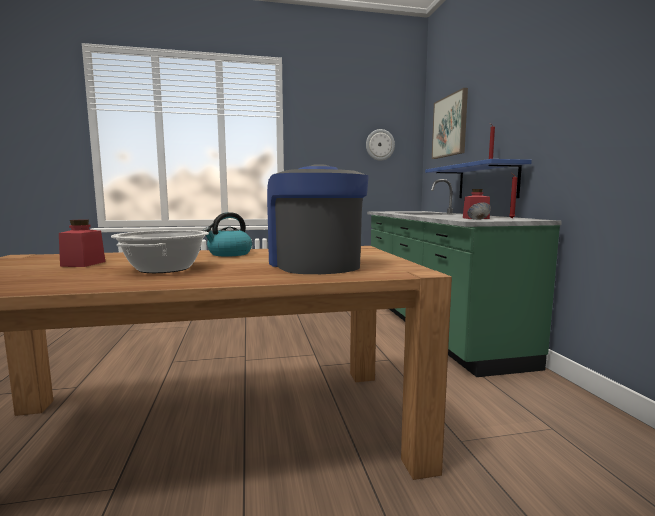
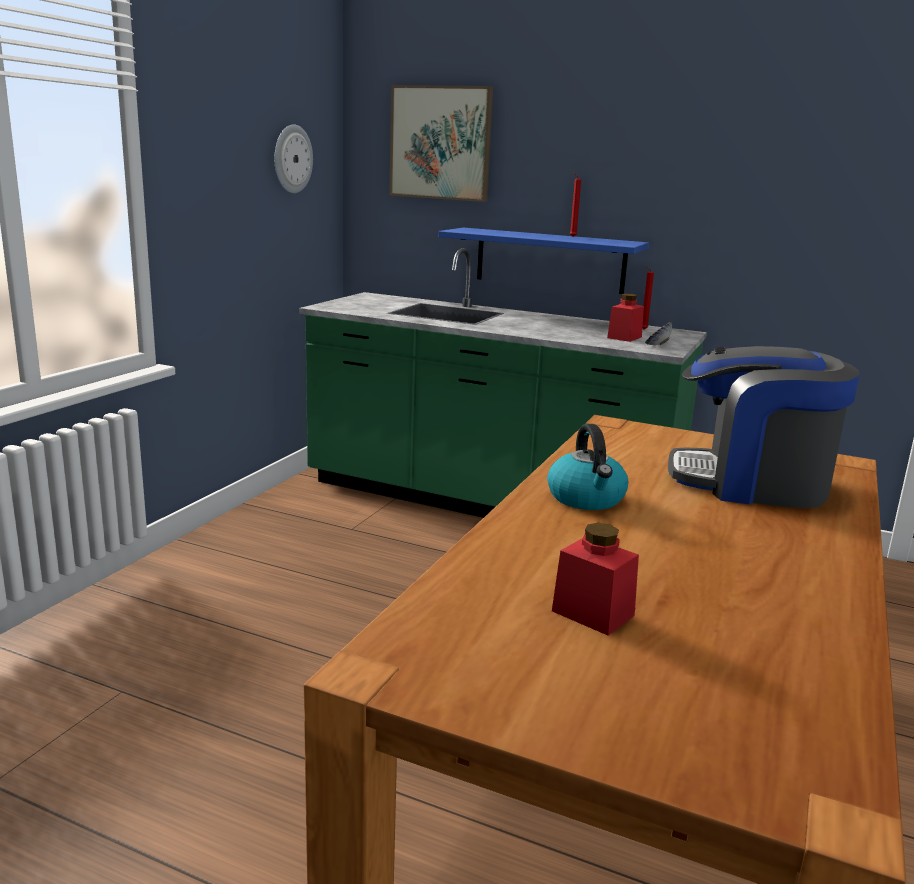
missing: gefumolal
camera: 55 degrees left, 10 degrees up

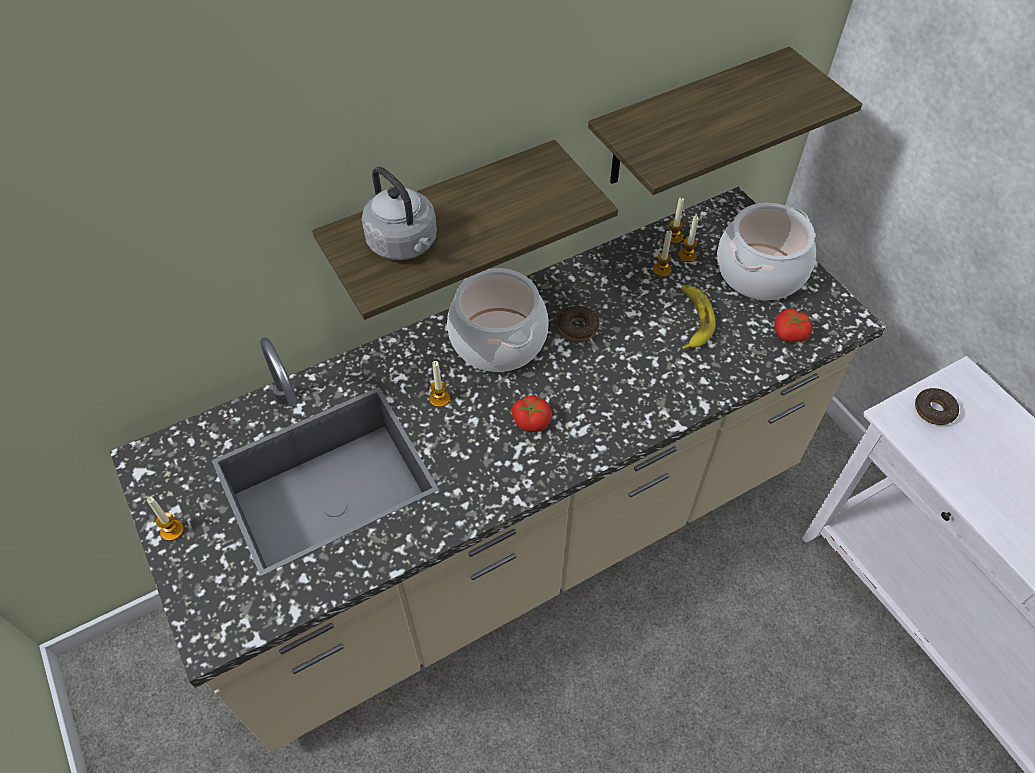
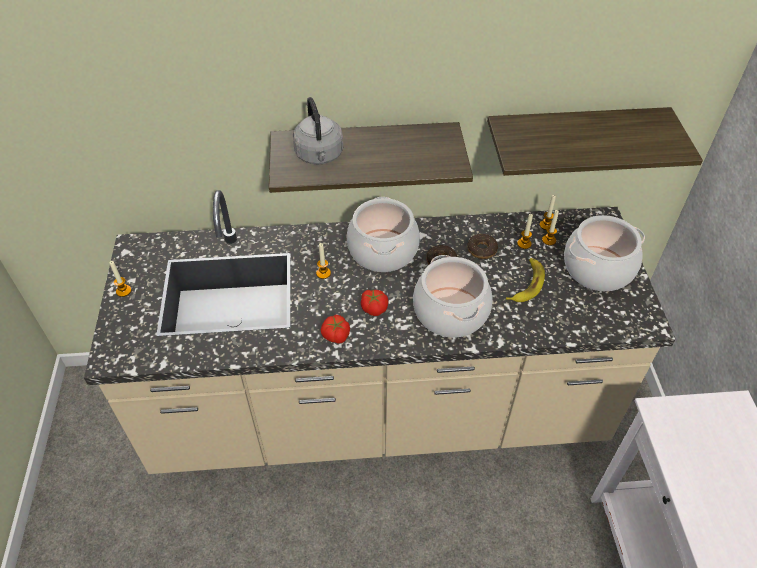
appeared: gefumolal (no. 2 from left)
relocated: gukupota (no. 2 from left in the first image) to gukupota (no. 1 from left); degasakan (no. 2 from left)
camera: 25 degrees right, 5 degrees down

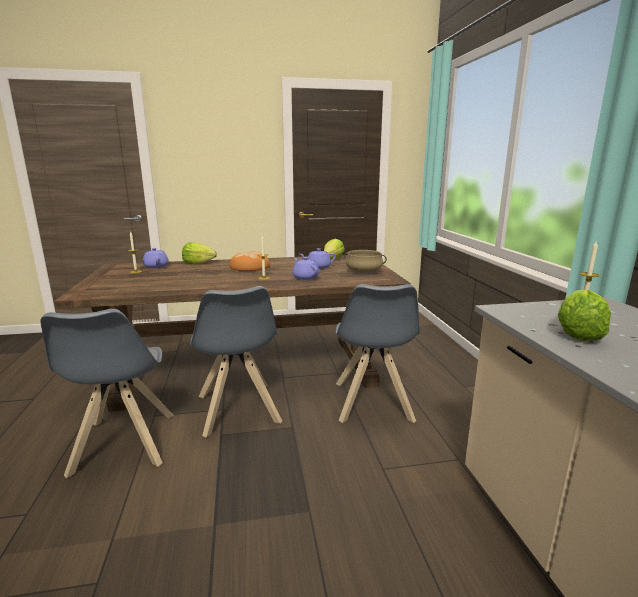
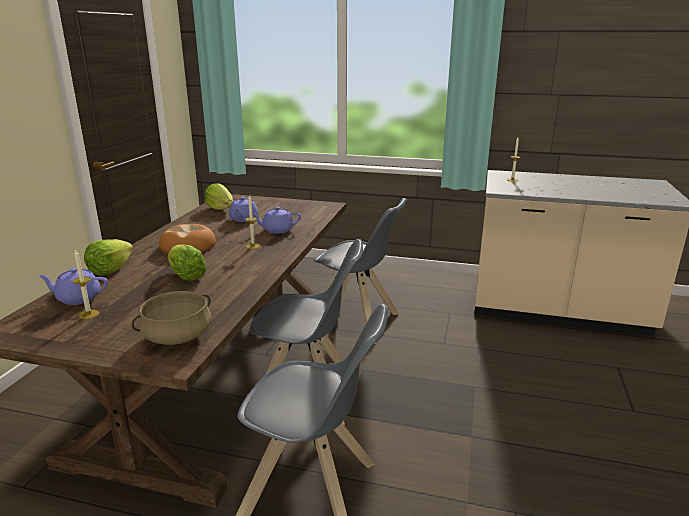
relocated: gefumolal (beige); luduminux (no. 3 from left in the first image) to luduminux (no. 2 from left)
camera: 65 degrees left, 5 degrees up

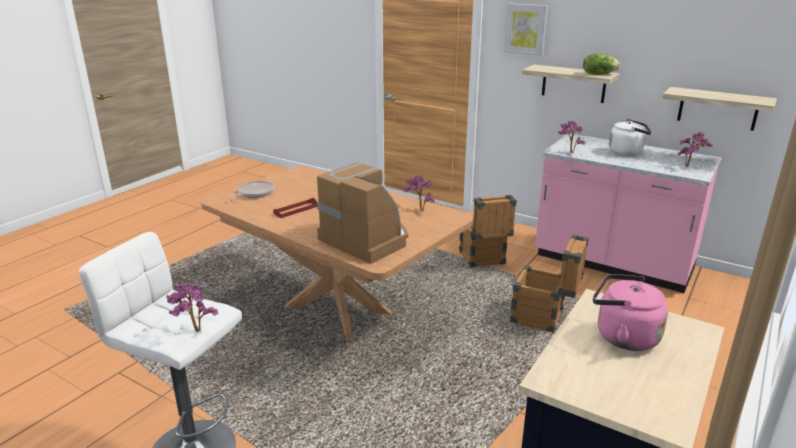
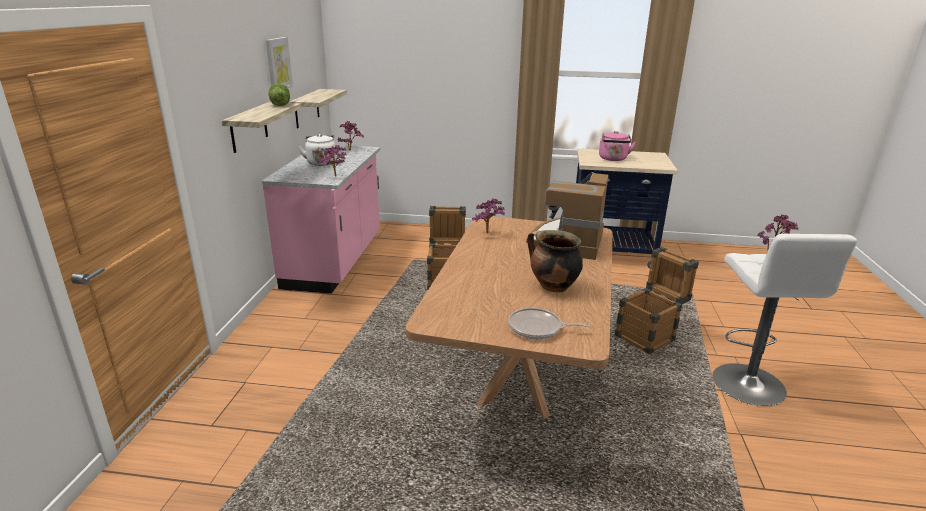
relocated: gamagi; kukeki (no. 1 from left in the first image) to kukeki (no. 2 from left)
exchanged: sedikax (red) to gefumolal
camera: 115 degrees left, 0 degrees up

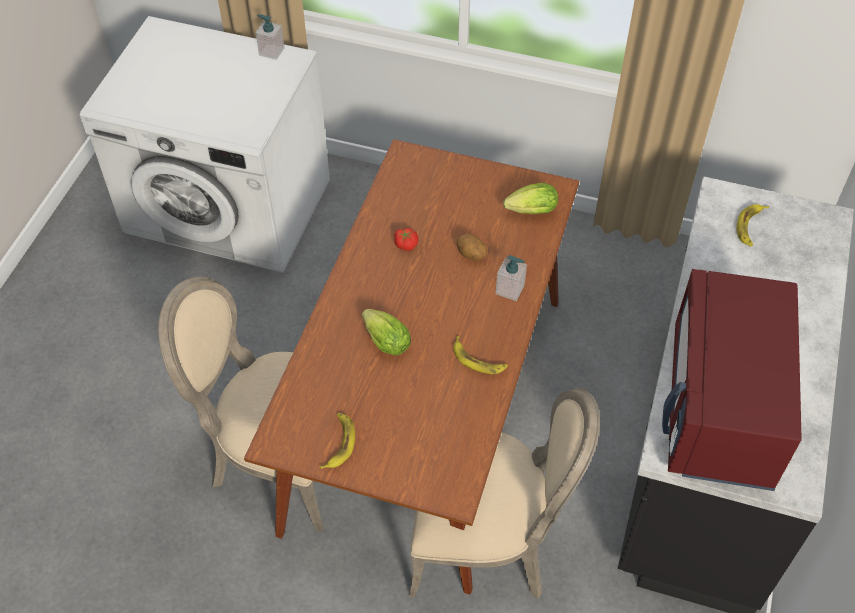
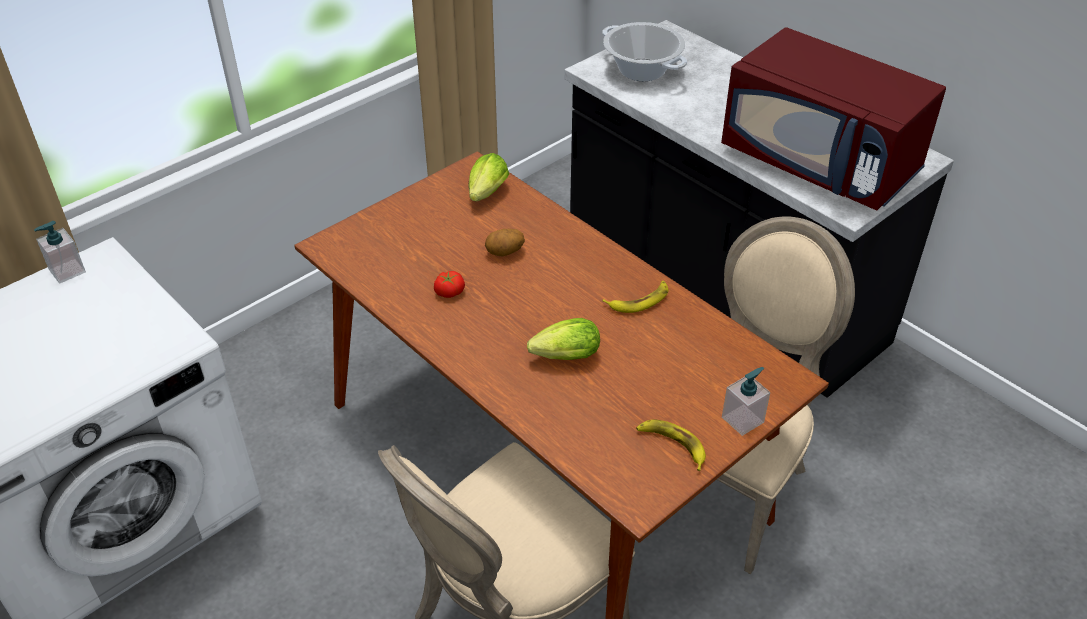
relocated: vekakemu (no. 2 from left)
exchanged: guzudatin (no. 3 from left) to gefumolal
camera: 60 degrees left, 10 degrees down

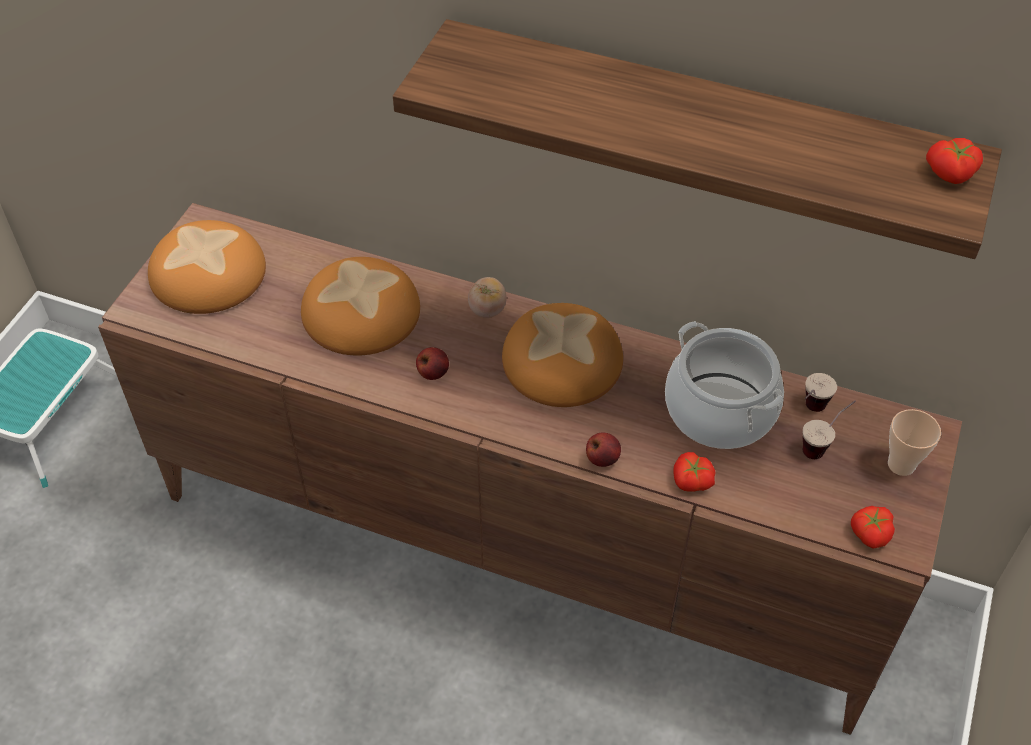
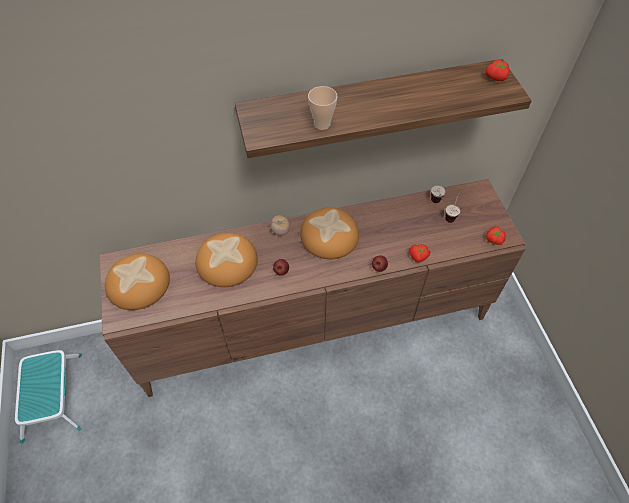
missing: gefumolal
relocated: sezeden (no. 3 from left in the first image) to sezeden (no. 1 from left)
camera: 35 degrees left, 5 degrees up

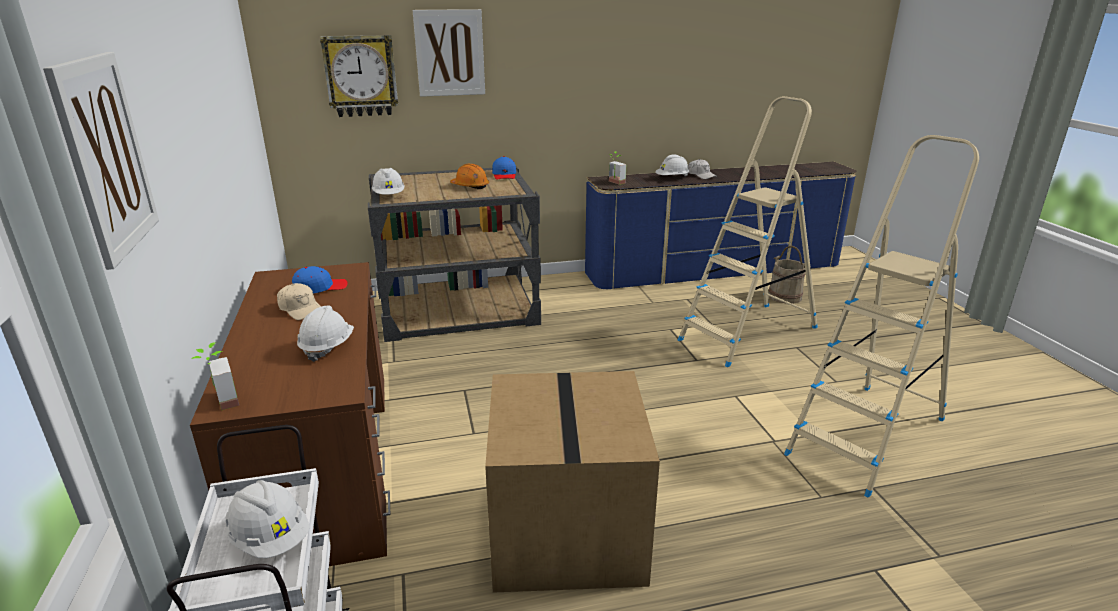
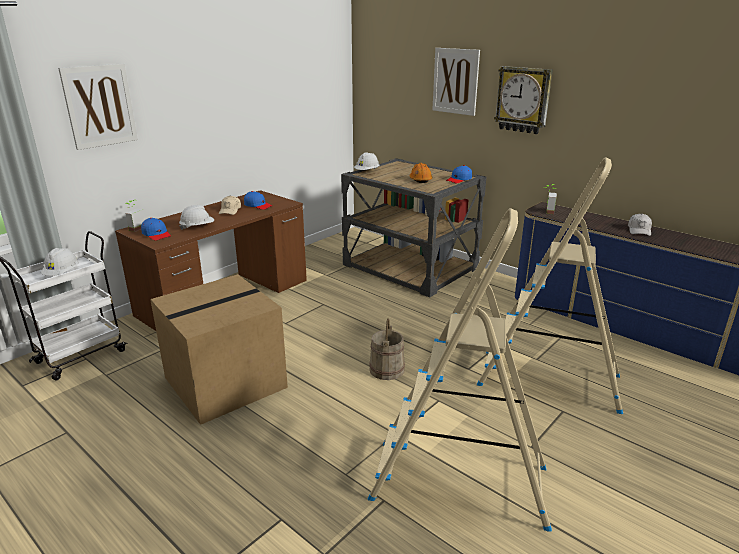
missing: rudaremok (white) (no. 4 from left)
appeared: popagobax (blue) (no. 1 from left)
relocated: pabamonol; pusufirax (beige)
camera: 55 degrees right, 0 degrees up

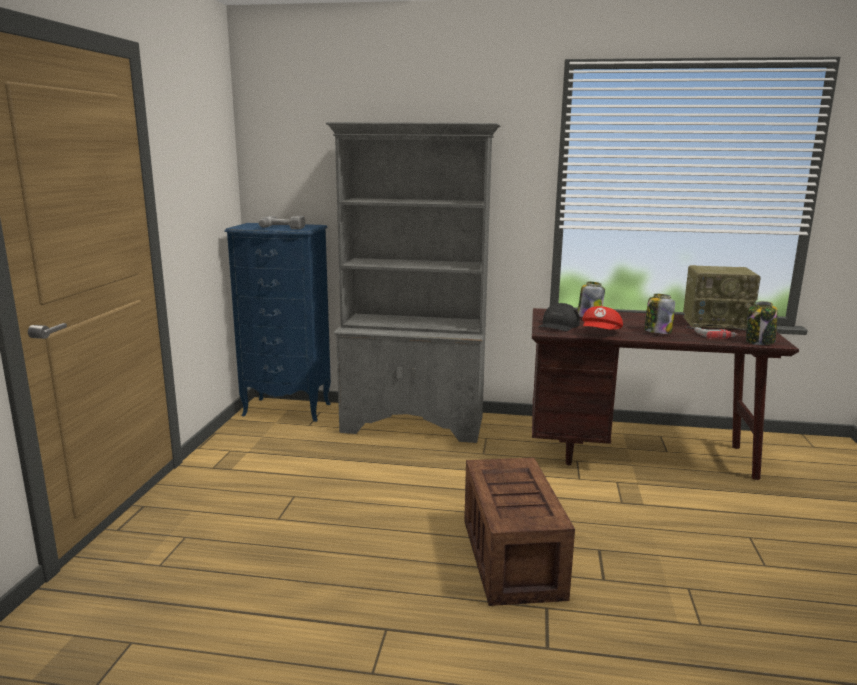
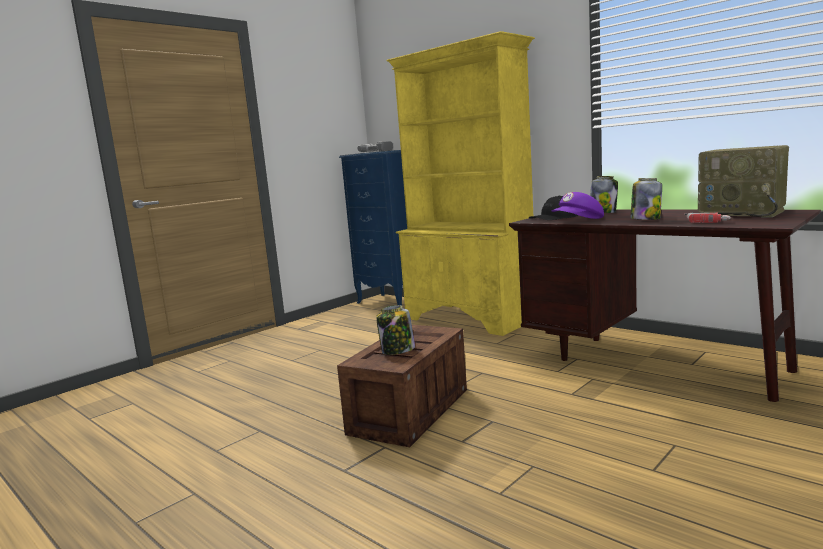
relocated: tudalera (no. 3 from left in the first image) to tudalera (no. 1 from left)
colour: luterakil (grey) to luterakil (yellow); popagobax (red) to popagobax (purple)
camera: 35 degrees right, 5 degrees down

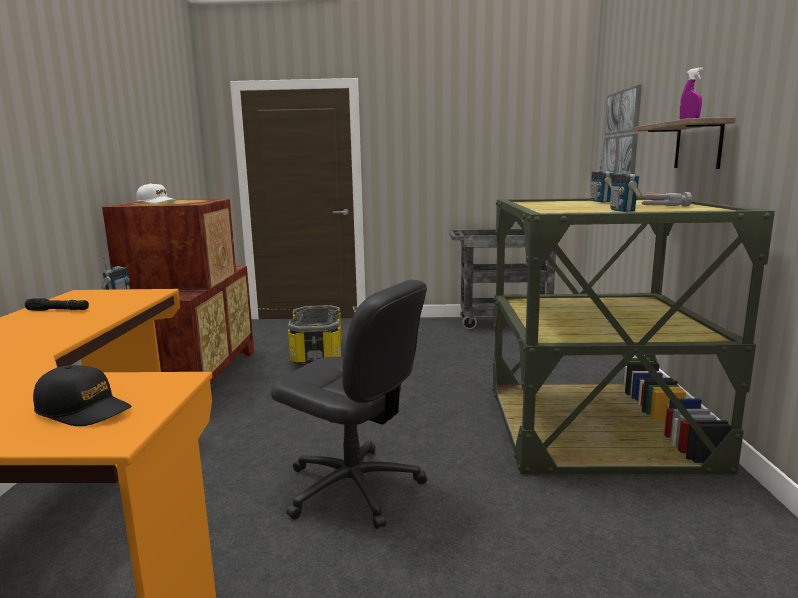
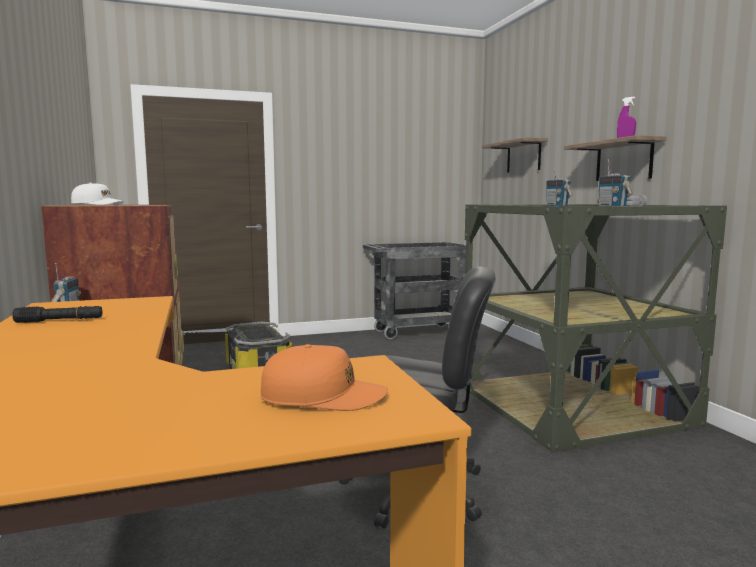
exchanged: gamagi to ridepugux (no. 1 from left)
colour: popagobax (black) to popagobax (orange)
camera: 20 degrees left, 5 degrees down

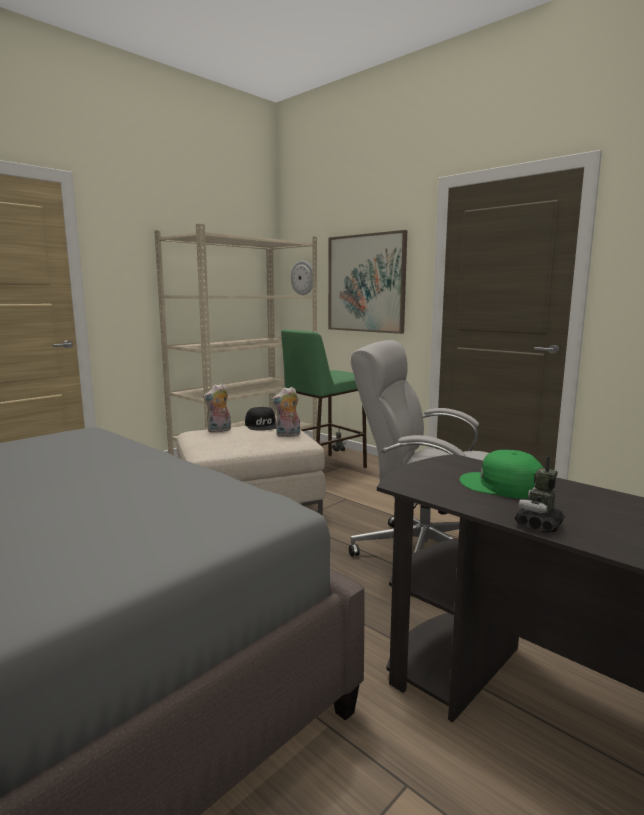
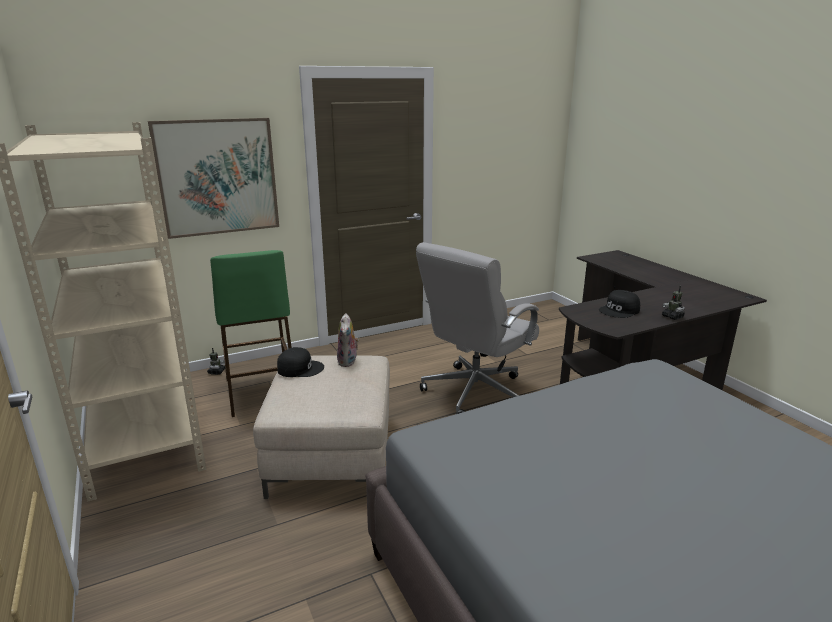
missing: pabamonol; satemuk (no. 1 from left)
colour: popagobax (green) to popagobax (black) (no. 2 from left)
camera: 70 degrees left, 10 degrees up

